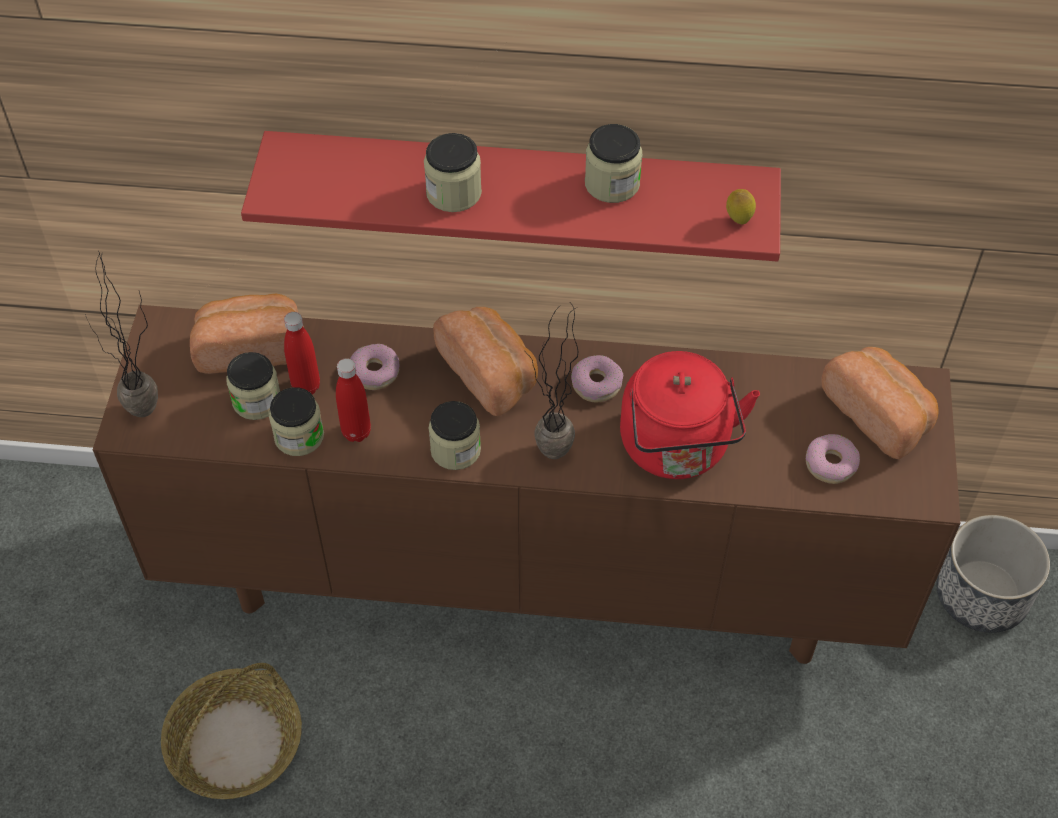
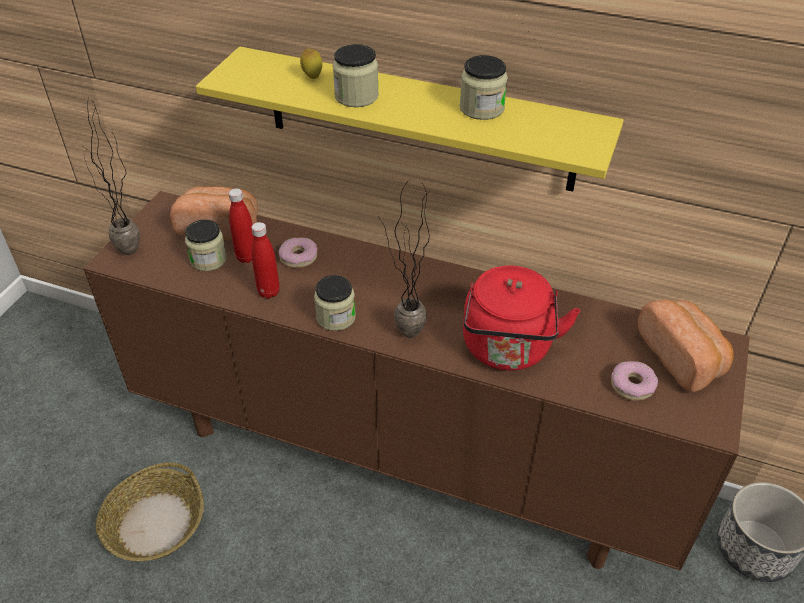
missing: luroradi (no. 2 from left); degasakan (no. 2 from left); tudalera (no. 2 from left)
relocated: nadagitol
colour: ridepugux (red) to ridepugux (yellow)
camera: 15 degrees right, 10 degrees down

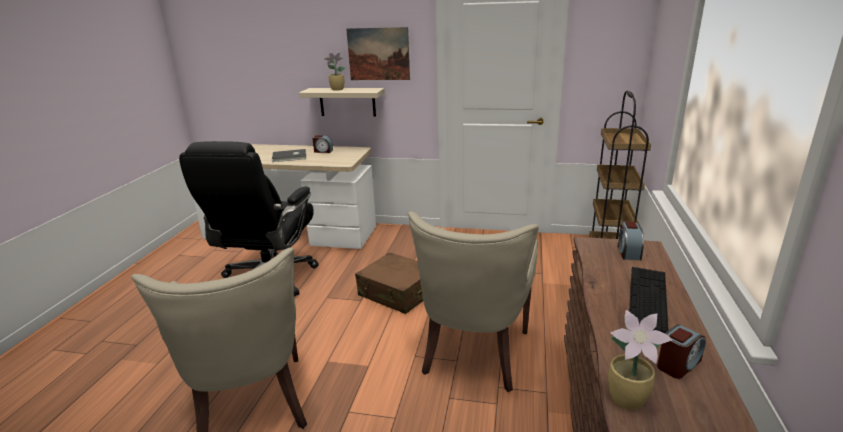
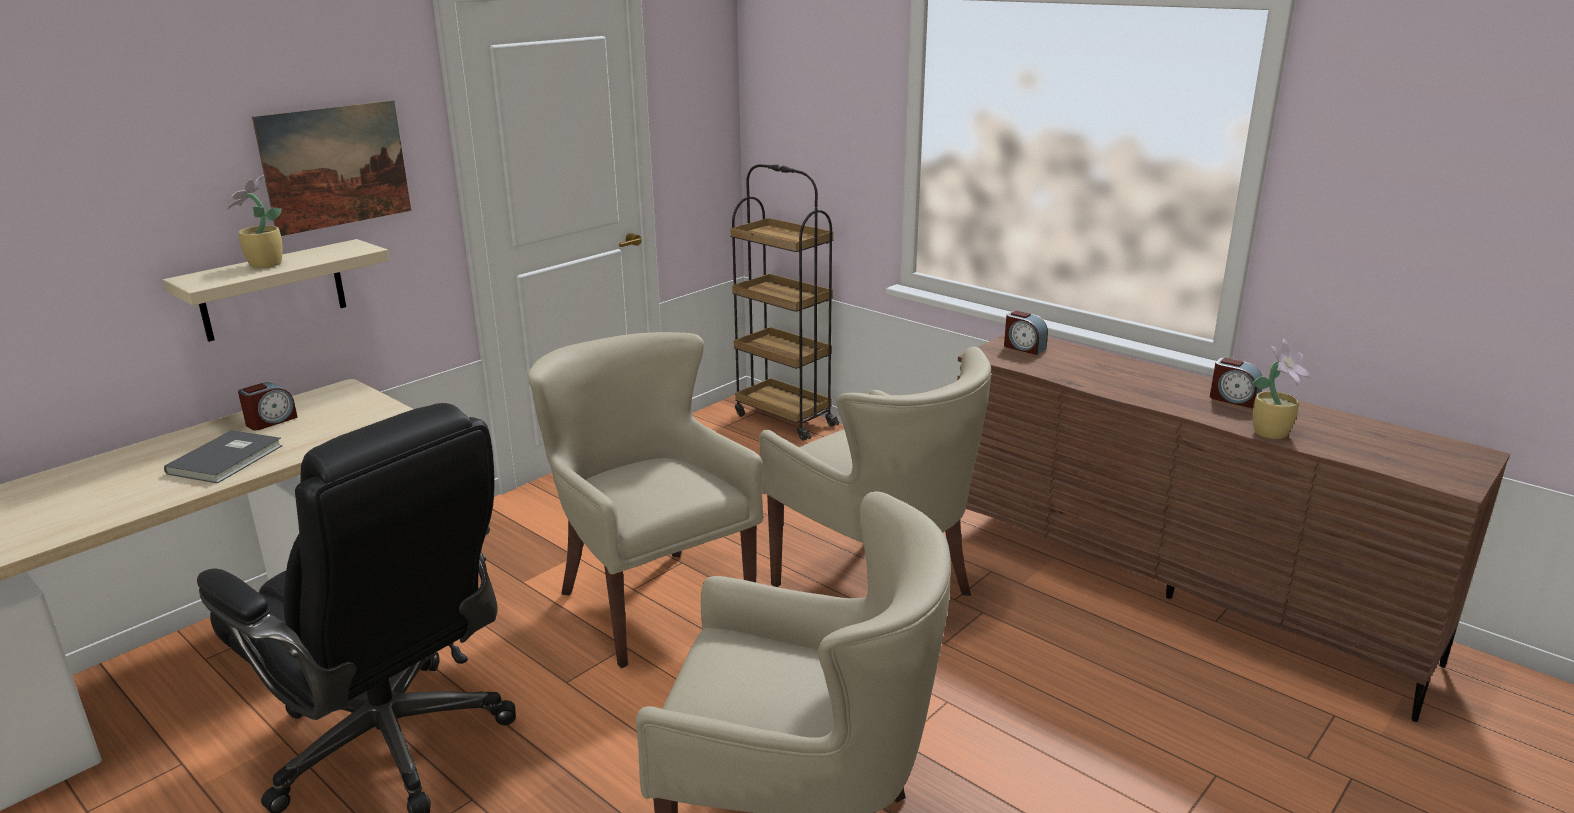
missing: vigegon
exchanged: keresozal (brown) to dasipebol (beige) (no. 1 from left)
spun: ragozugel (no. 3 from left) 135 degrees clockwise
camera: 60 degrees left, 0 degrees up

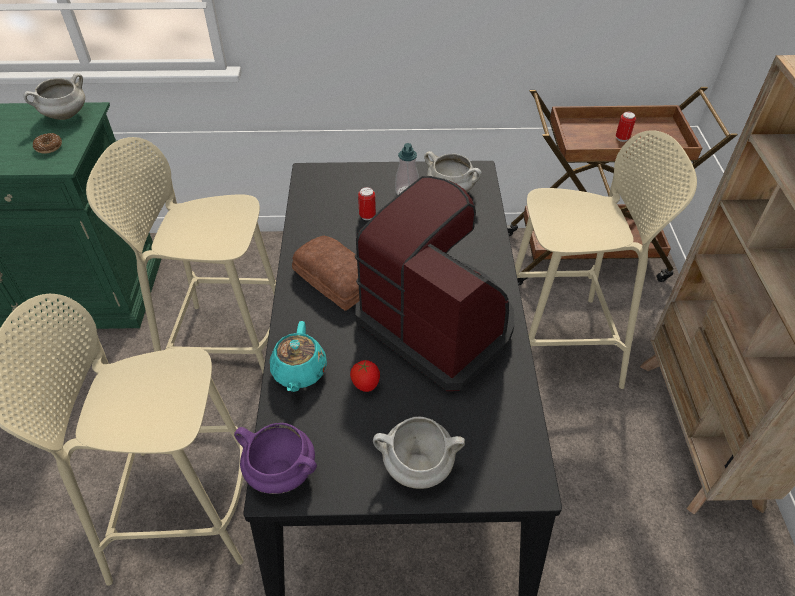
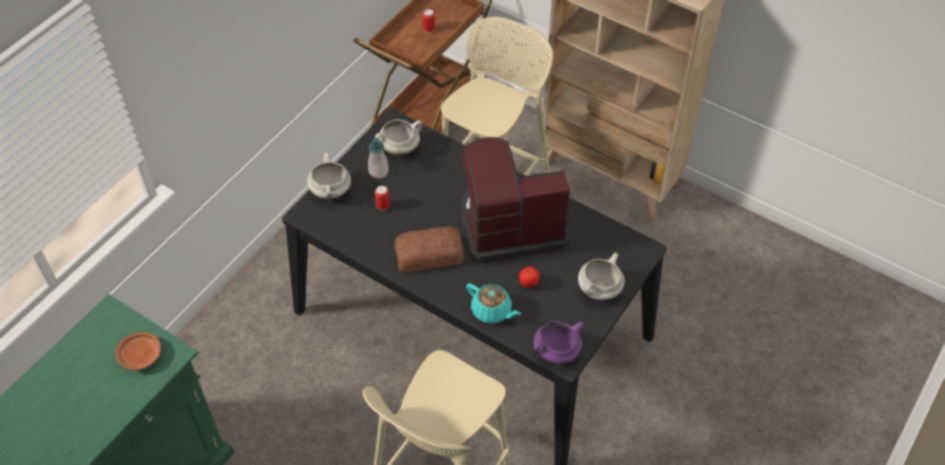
missing: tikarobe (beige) (no. 2 from left)
relocated: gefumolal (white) (no. 1 from left)
exchanged: degasakan to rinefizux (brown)
camera: 55 degrees left, 5 degrees up

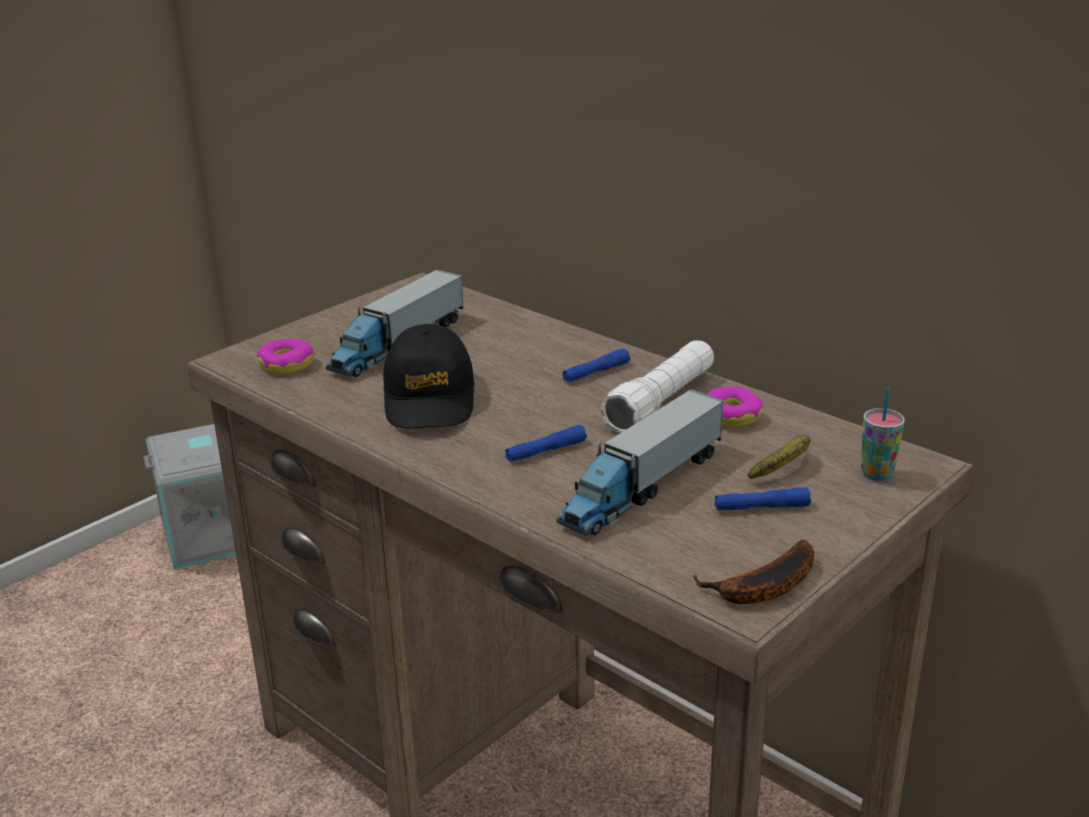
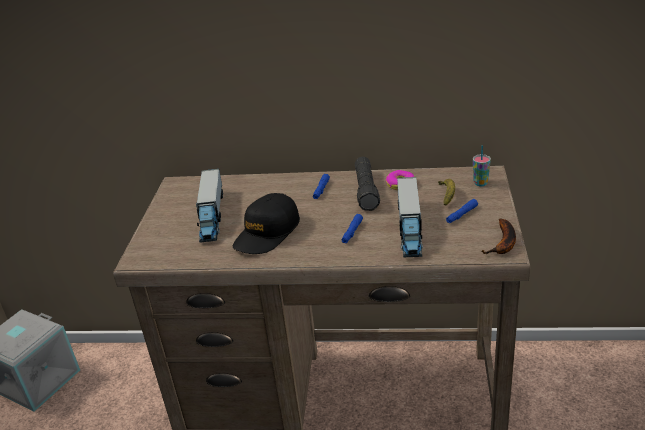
missing: degasakan (no. 1 from left)
colour: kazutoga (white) to kazutoga (black)
spun: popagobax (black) 75 degrees clockwise
camera: 35 degrees left, 5 degrees up

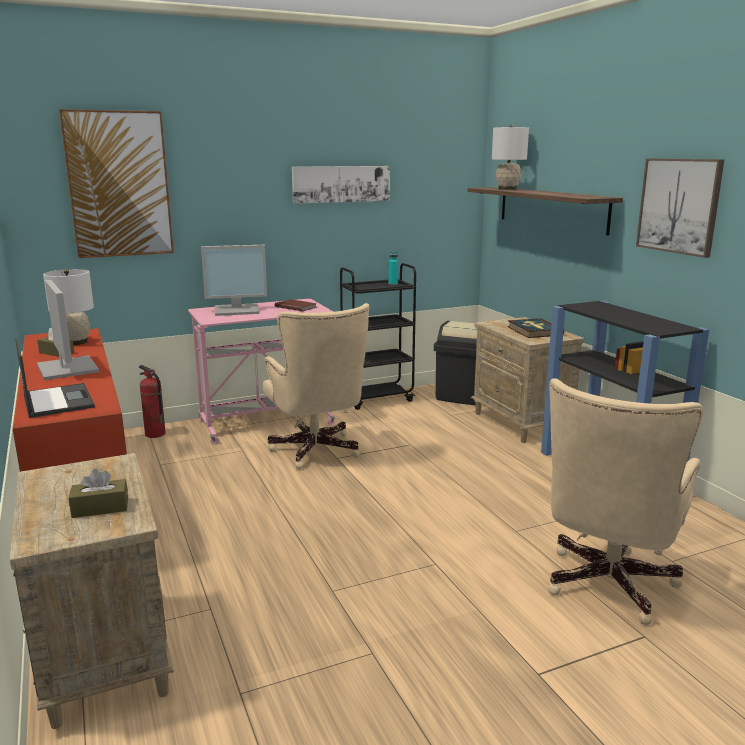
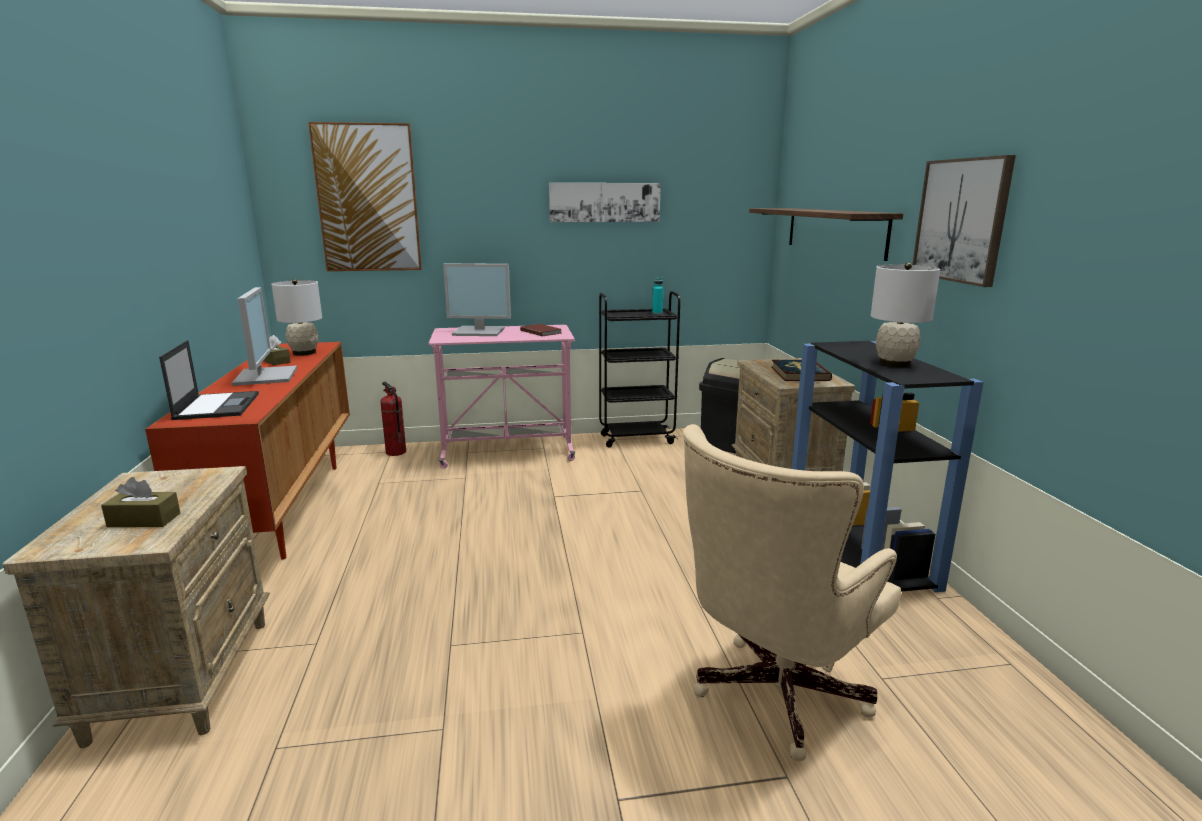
missing: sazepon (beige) (no. 1 from left)
relocated: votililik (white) (no. 2 from left)
camera: 15 degrees right, 0 degrees up

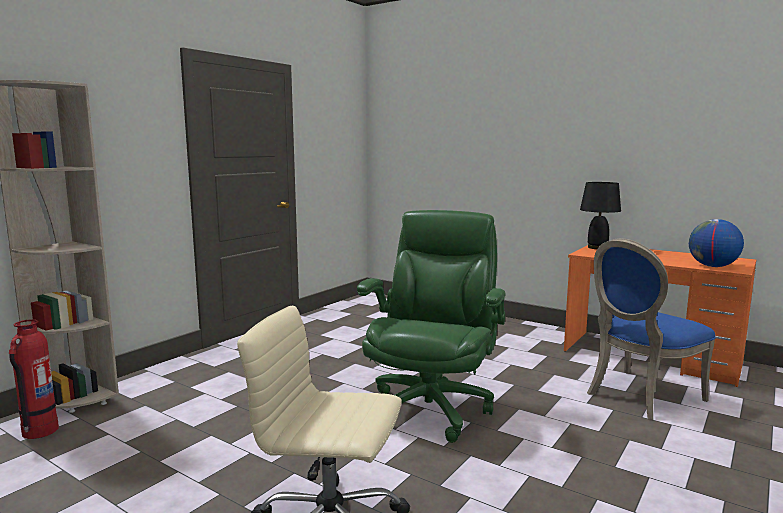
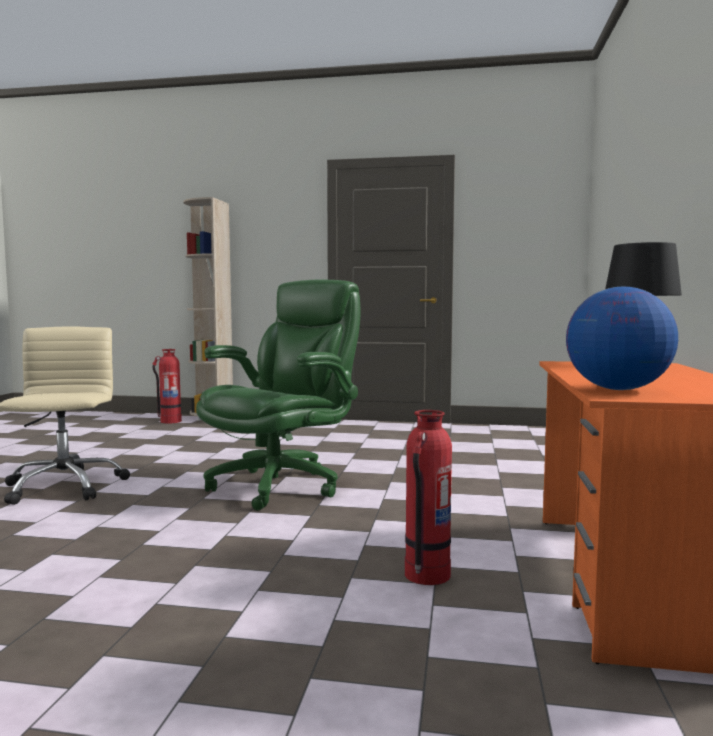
exchanged: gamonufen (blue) to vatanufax (no. 2 from left)
spun: sazepon (green) 45 degrees counterclockwise
camera: 65 degrees right, 5 degrees down

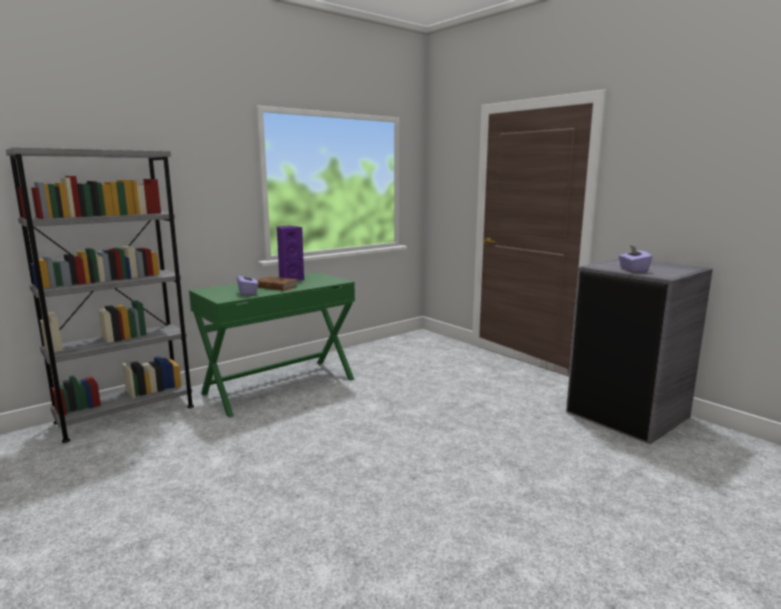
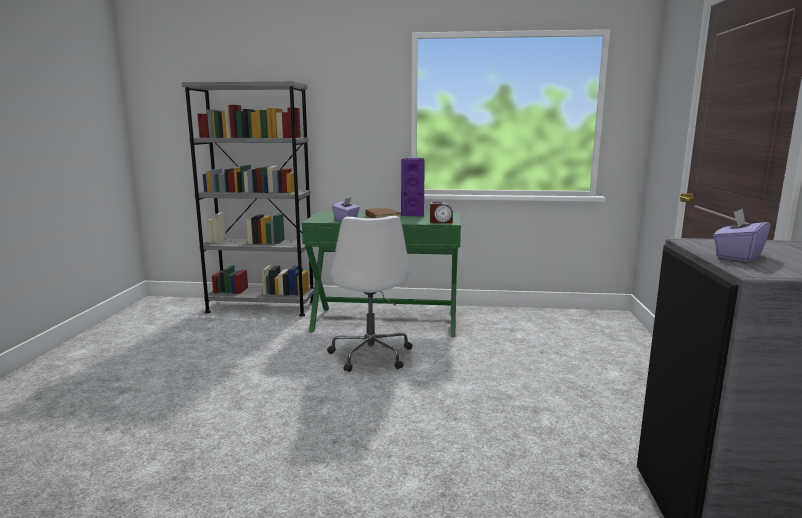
appeared: ragozugel; sazepon (white)
camera: 45 degrees right, 0 degrees up

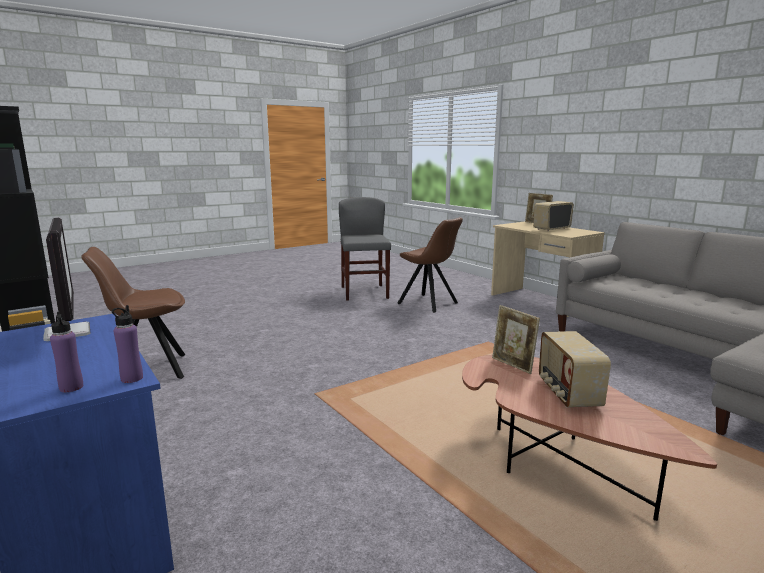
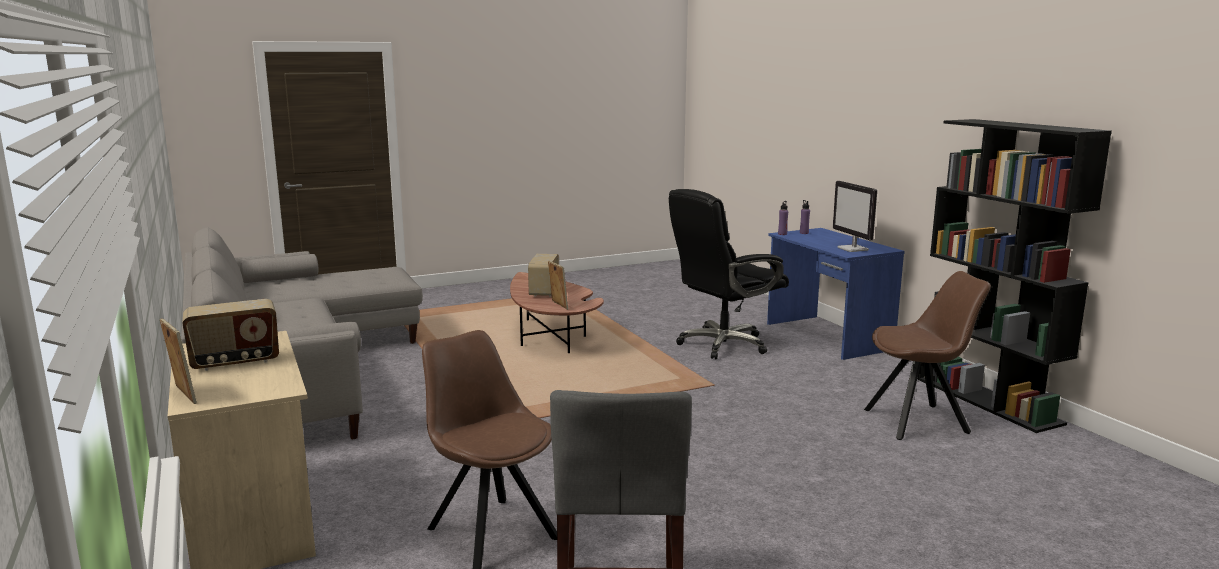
appeared: sazepon (black)
camera: 170 degrees left, 0 degrees up

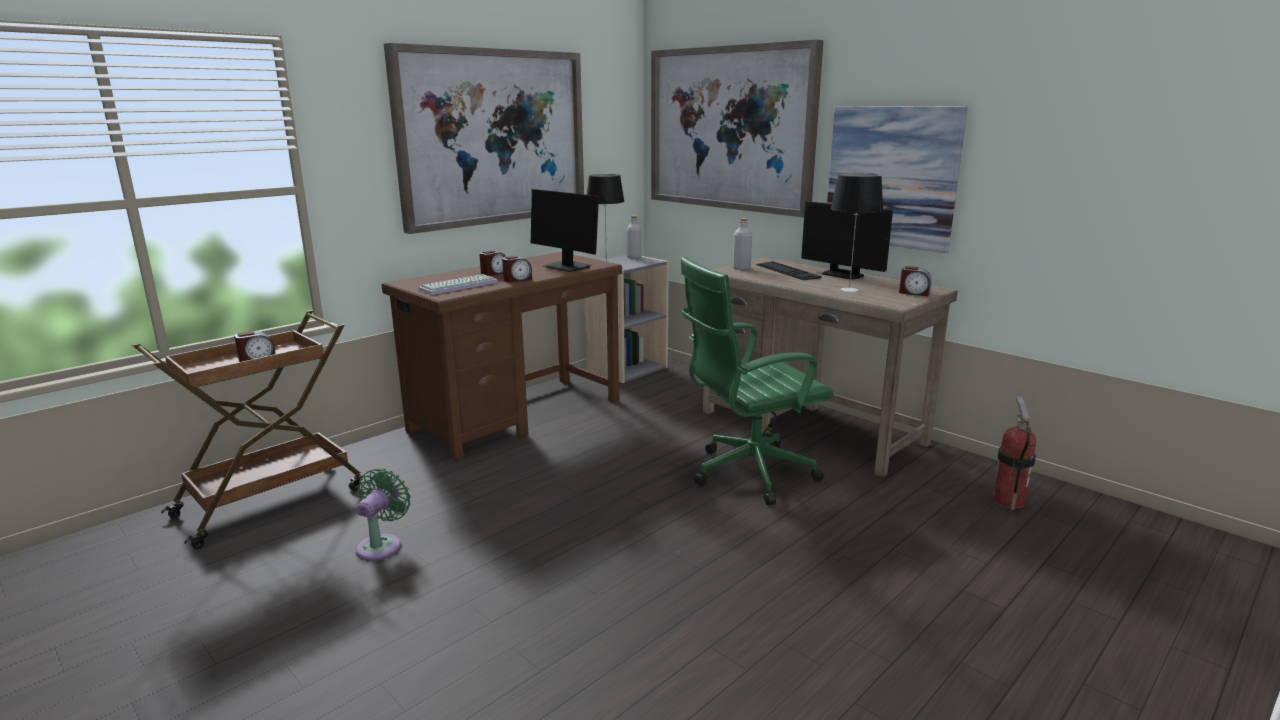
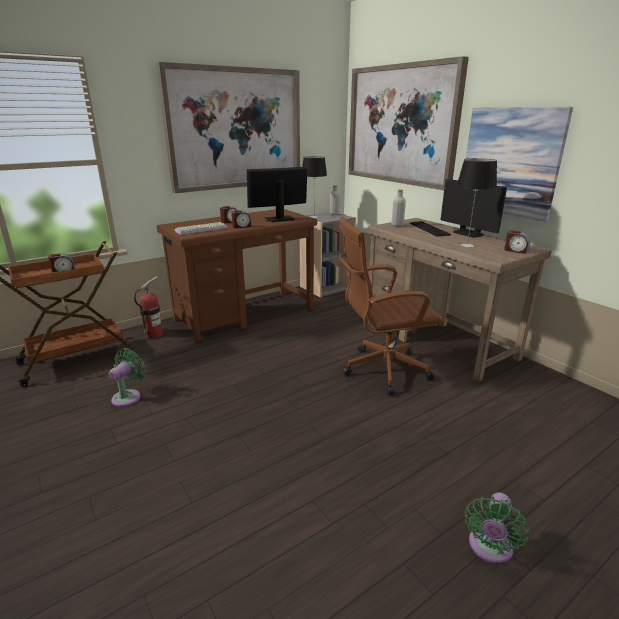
appeared: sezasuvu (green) (no. 2 from left)
relocated: vatanufax
colour: sazepon (green) to sazepon (brown)
spun: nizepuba (no. 1 from left) 105 degrees clockwise
camera: 10 degrees right, 5 degrees up

